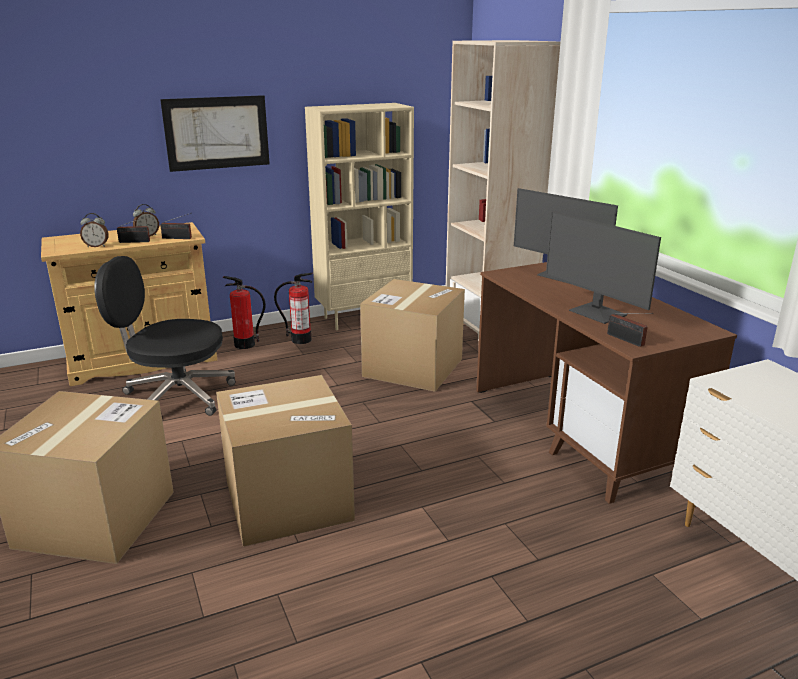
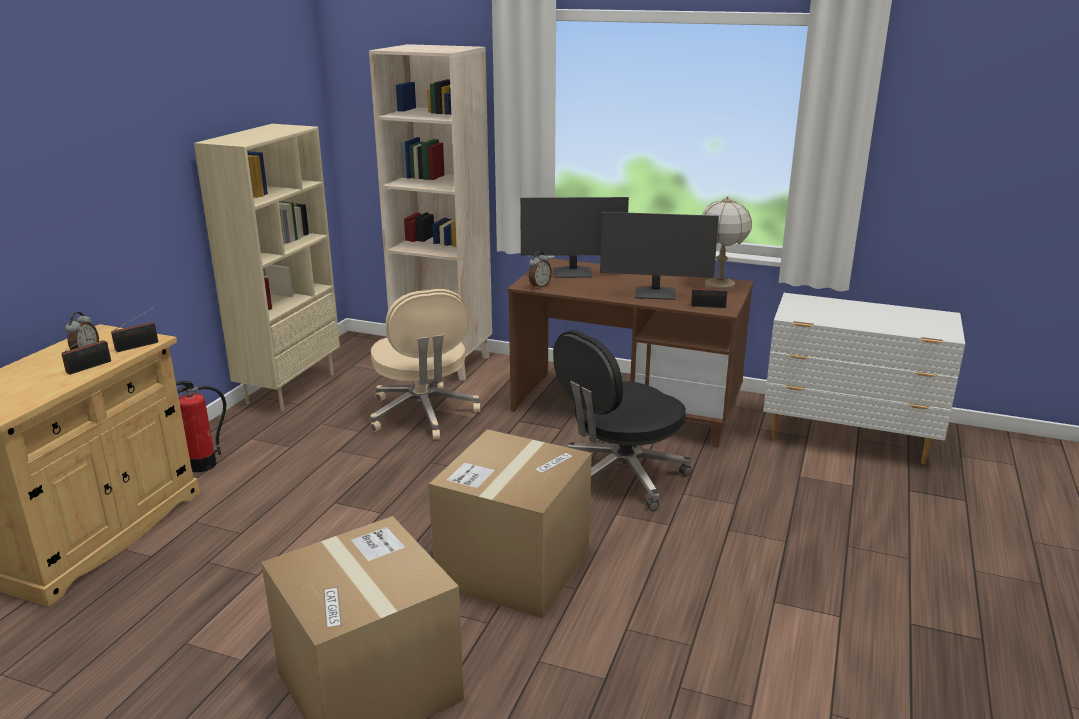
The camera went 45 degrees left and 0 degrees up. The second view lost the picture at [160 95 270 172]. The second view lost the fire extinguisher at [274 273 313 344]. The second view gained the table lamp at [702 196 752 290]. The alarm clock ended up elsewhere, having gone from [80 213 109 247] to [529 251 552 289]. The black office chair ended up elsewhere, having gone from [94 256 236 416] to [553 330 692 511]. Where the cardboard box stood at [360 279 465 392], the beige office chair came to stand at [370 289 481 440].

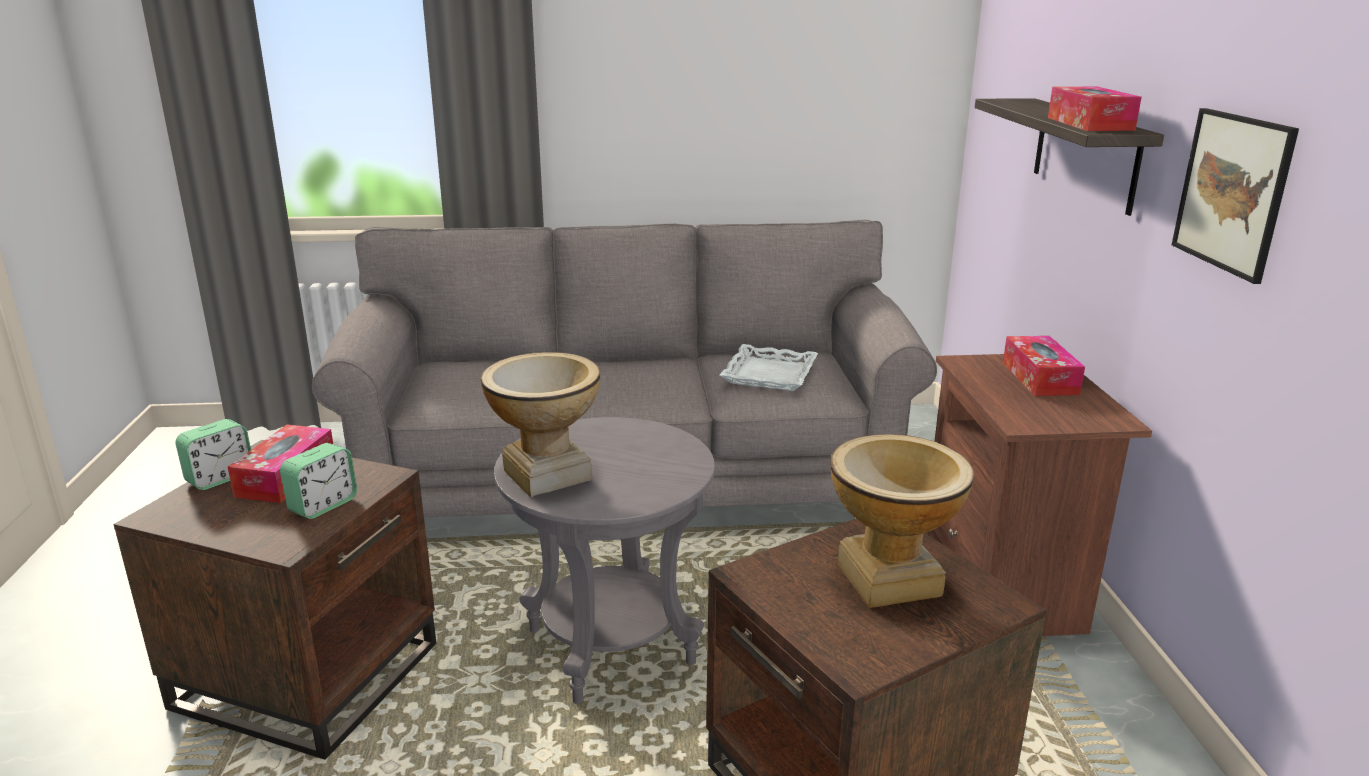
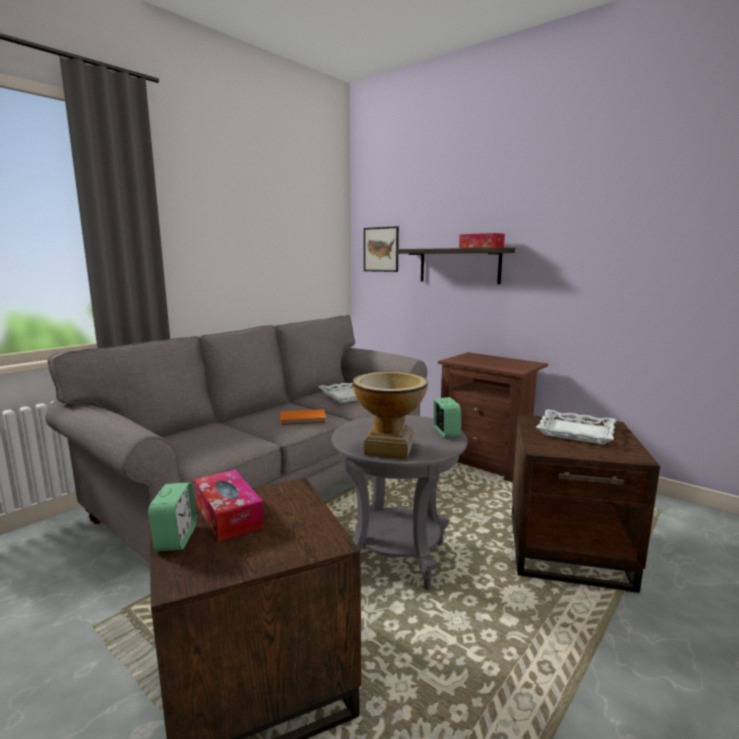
The camera went 45 degrees left and 10 degrees down. The second view lost the tissue box at [1003 336 1085 396]. The second view gained the orange book at [280 409 326 425]. The alarm clock ended up elsewhere, having gone from [280 443 357 519] to [434 397 461 438]. The picture ended up elsewhere, having gone from [1172 108 1299 284] to [364 226 399 272]. Where the vase stood at [830 434 974 608], the white tray came to stand at [536 409 616 445].

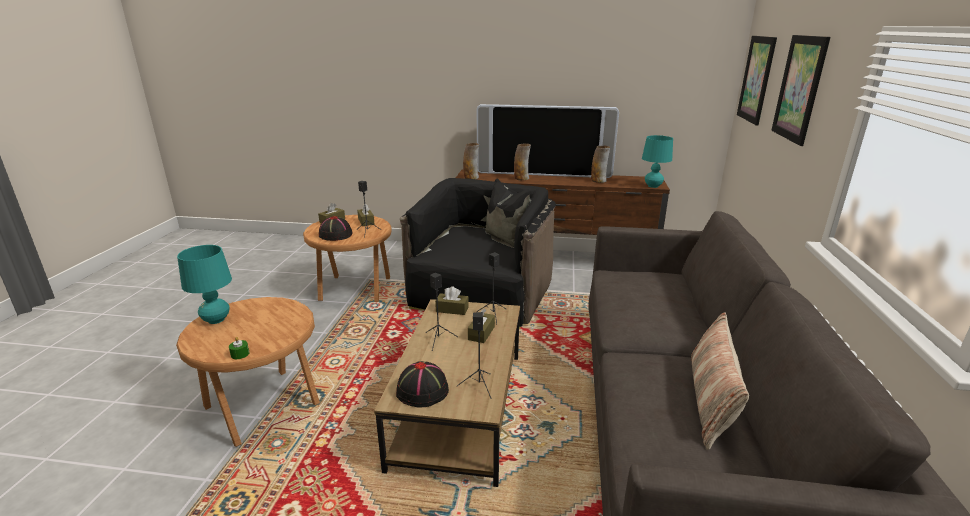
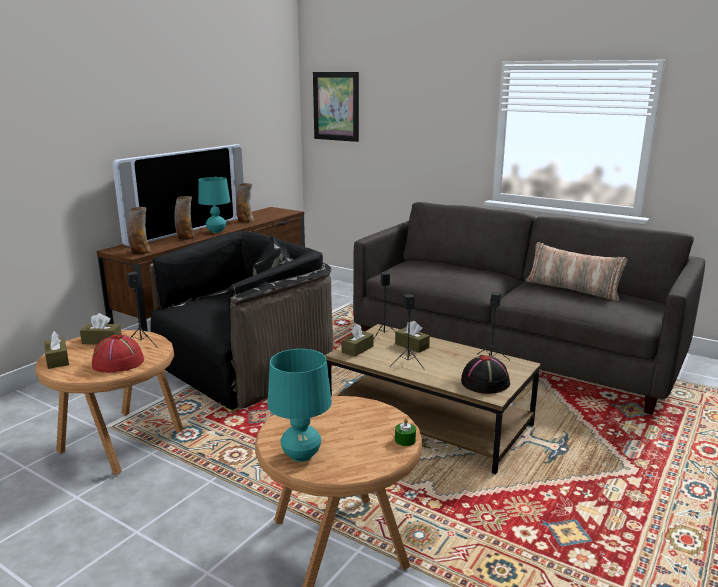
The camera went 65 degrees left and 5 degrees down. The second view lost the picture at [771 35 830 146]. The turquoise table lamp ended up elsewhere, having gone from [642 135 673 188] to [198 177 230 233]. What was the black hat at [319 216 352 241] turned into the red hat at [92 335 144 373]. The black armchair at [400 178 556 329] ended up facing another way, 90 degrees clockwise from before.

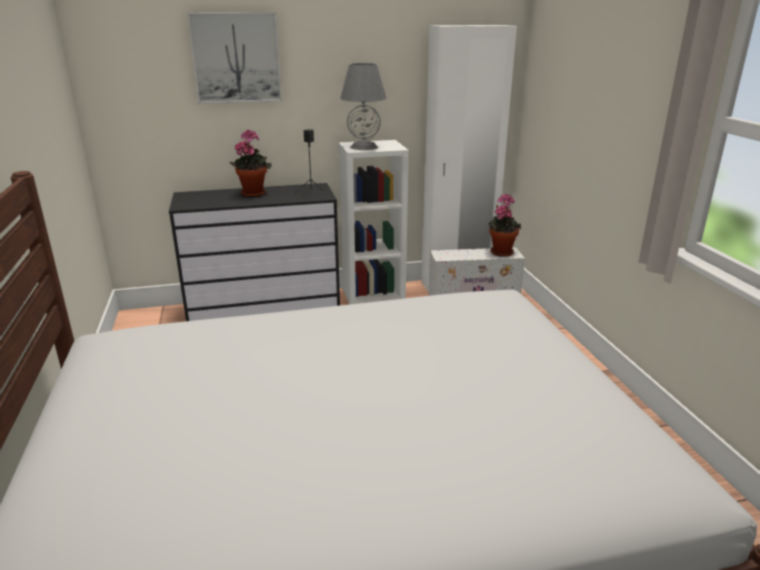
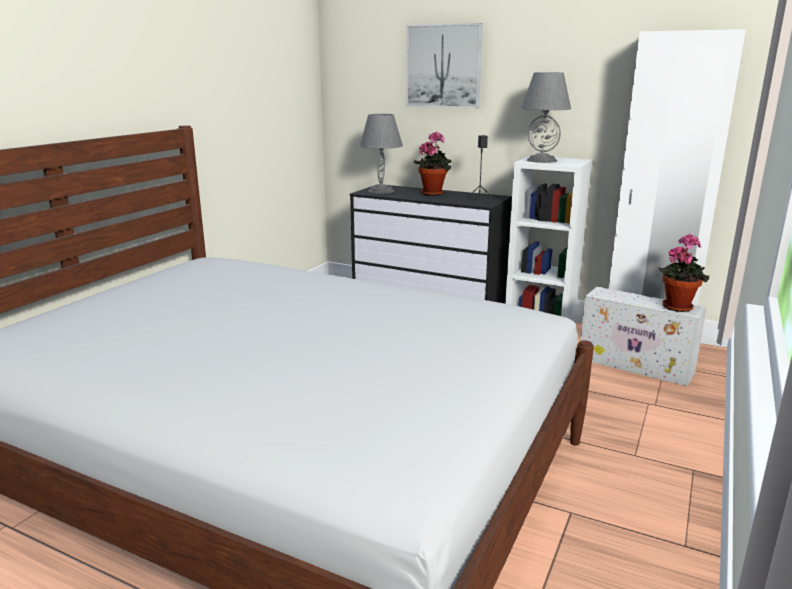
The camera went 40 degrees right and 5 degrees down. The second view gained the grey table lamp at [360 114 403 194].

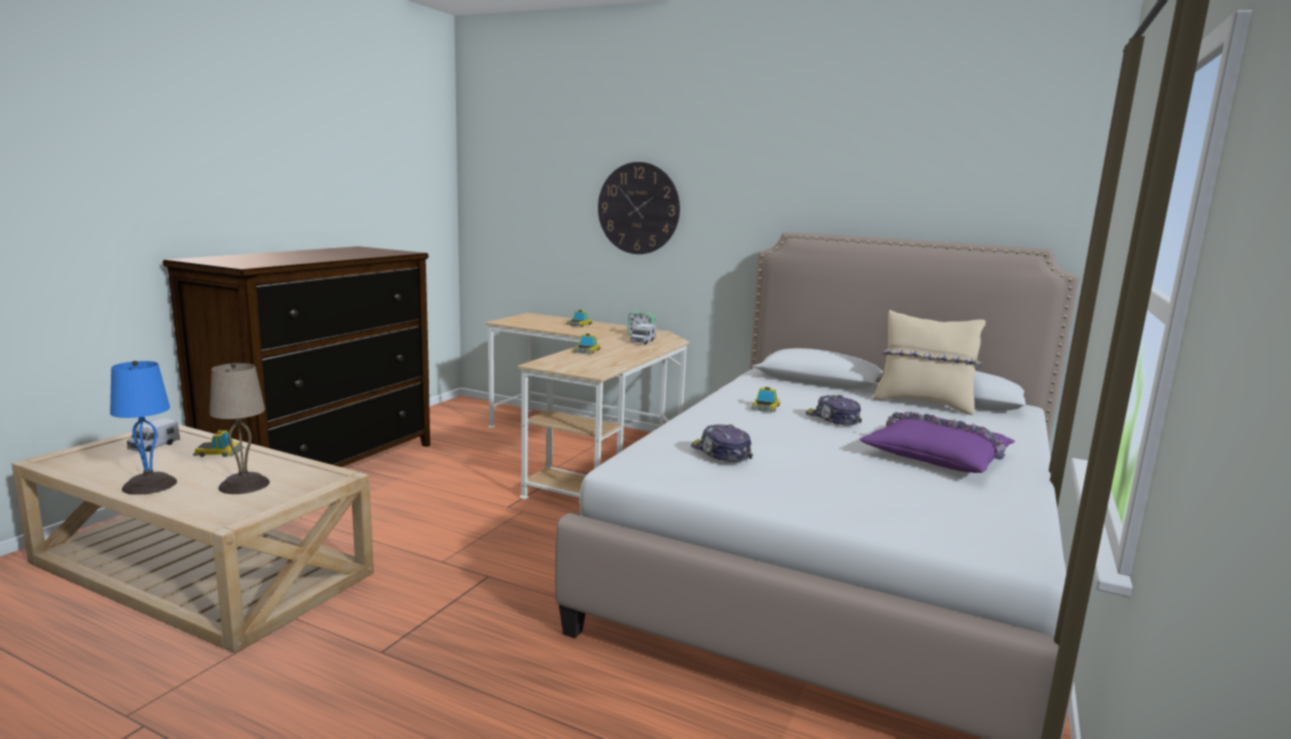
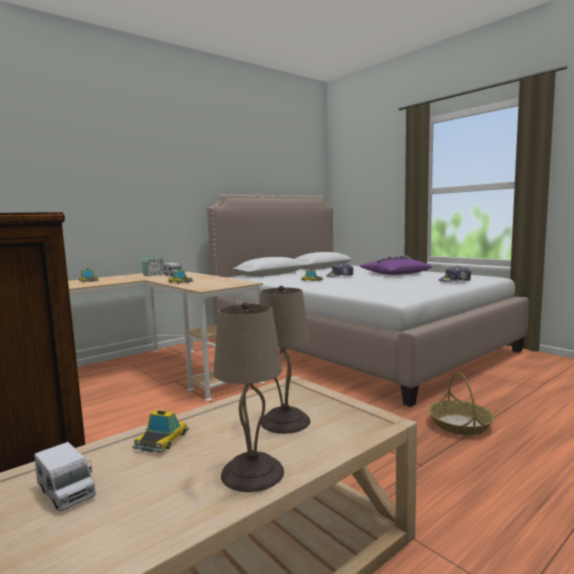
The camera went 65 degrees left and 5 degrees down. The second view lost the wall clock at [598 162 680 254]. The second view lost the beige pillow at [873 310 986 415]. The second view gained the basket at [428 372 495 435]. The cap ended up elsewhere, having gone from [691 424 753 462] to [439 266 471 282]. What was the blue table lamp at [110 361 177 495] turned into the beige table lamp at [213 302 284 492].

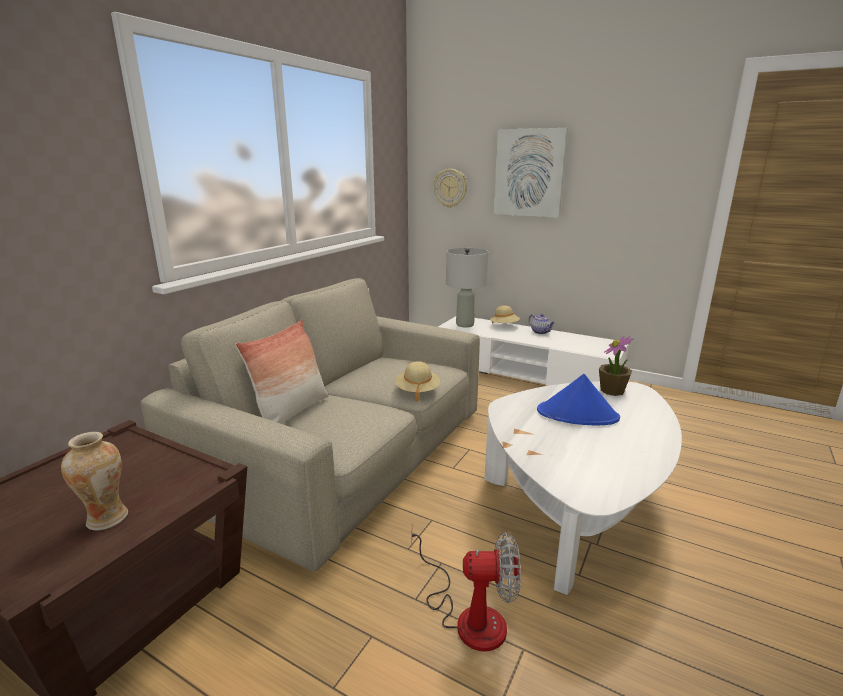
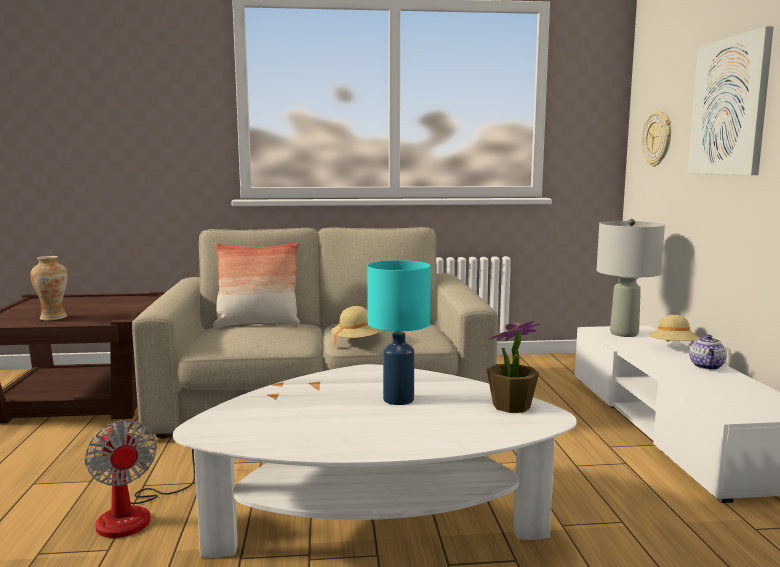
The camera went 55 degrees right and 10 degrees down. Where the blue hat stood at [537 374 620 426], the turquoise table lamp came to stand at [367 260 431 405].

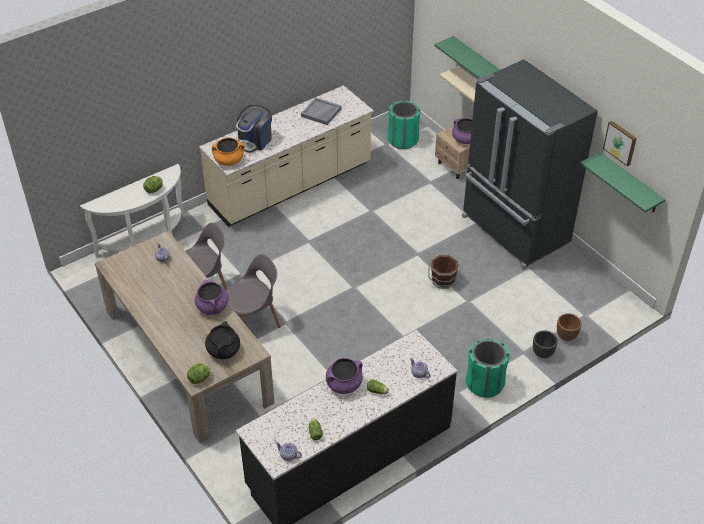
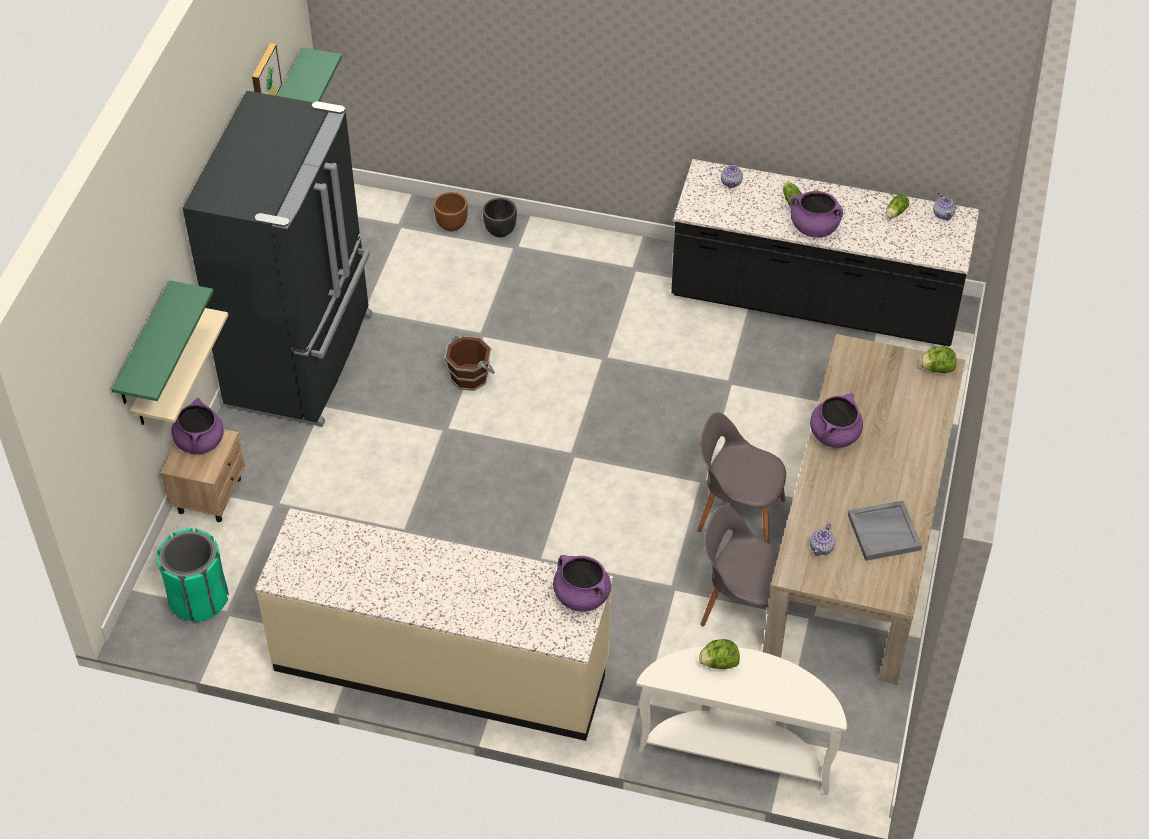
The camera went 130 degrees left and 5 degrees up. The second view lost the black cooking pot at [205 321 240 359]. The second view lost the coffee machine at [236 105 272 153]. The second view lost the green trash can at [466 339 510 398]. The grey tray ended up elsewhere, having gone from [301 97 341 125] to [848 501 922 561]. What was the orange cooking pot at [212 138 245 166] turned into the purple cooking pot at [553 555 611 612].

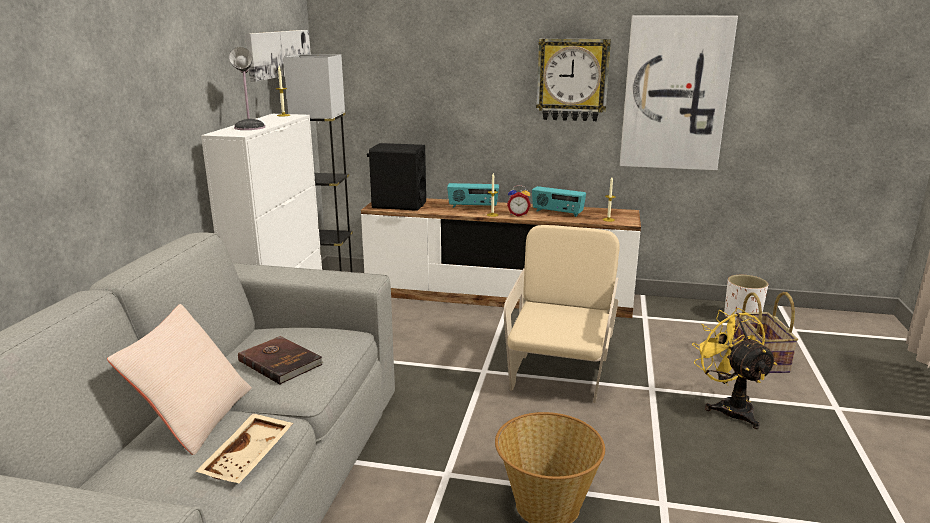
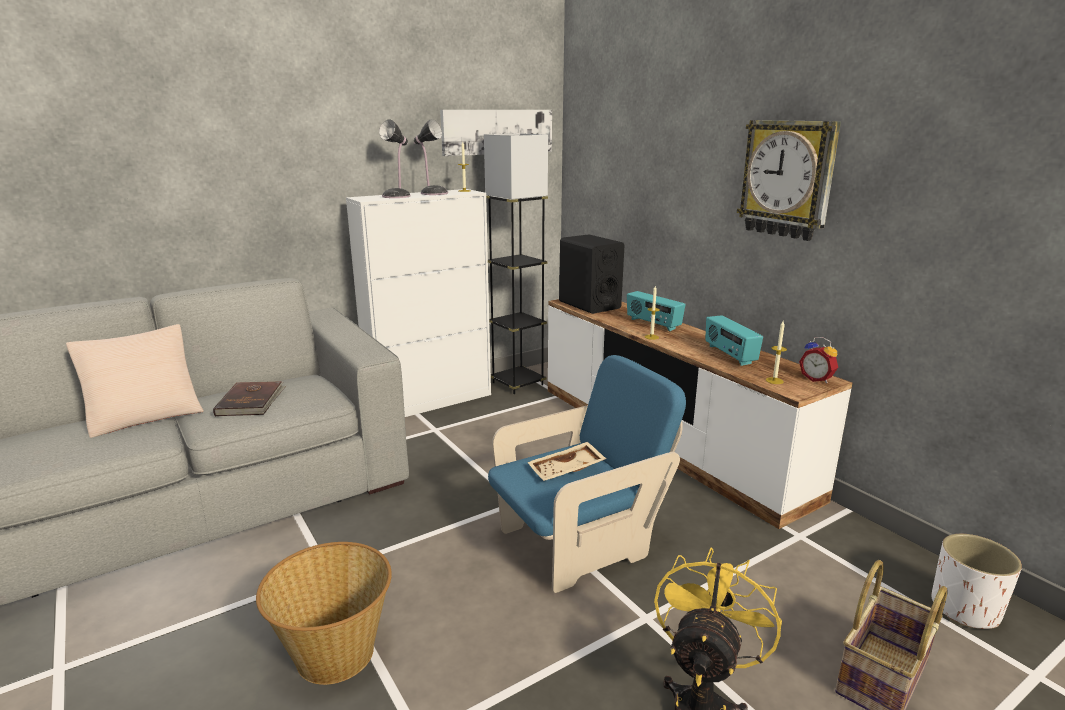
The camera went 45 degrees right and 0 degrees up. The second view lost the picture at [620 15 738 170]. The second view gained the table lamp at [414 119 448 195]. The beige tray ended up elsewhere, having gone from [196 414 293 483] to [527 442 606 481]. The alarm clock ended up elsewhere, having gone from [507 185 531 217] to [799 337 838 383]. What was the beige armchair at [504 225 620 403] turned into the blue armchair at [488 355 686 593].

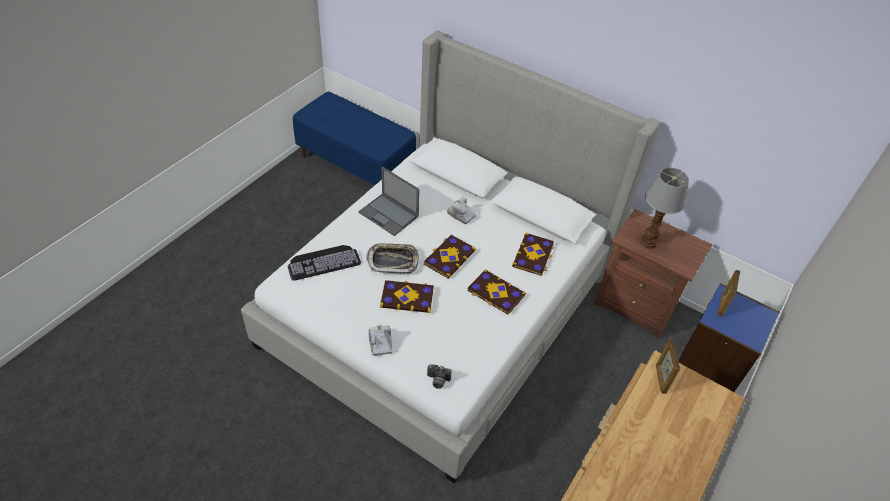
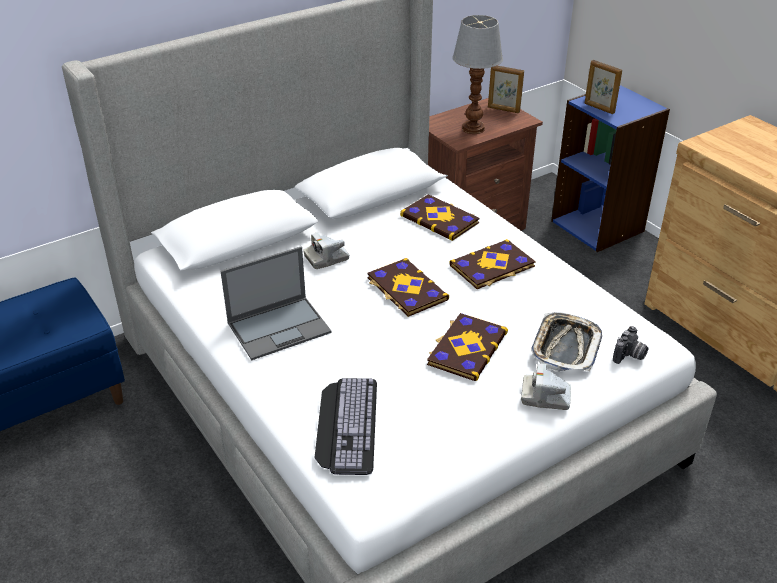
The camera went 65 degrees left and 10 degrees down. The tray ended up elsewhere, having gone from [366 243 419 274] to [531 312 602 371]. The picture frame ended up elsewhere, having gone from [656 339 680 394] to [488 66 524 113].

